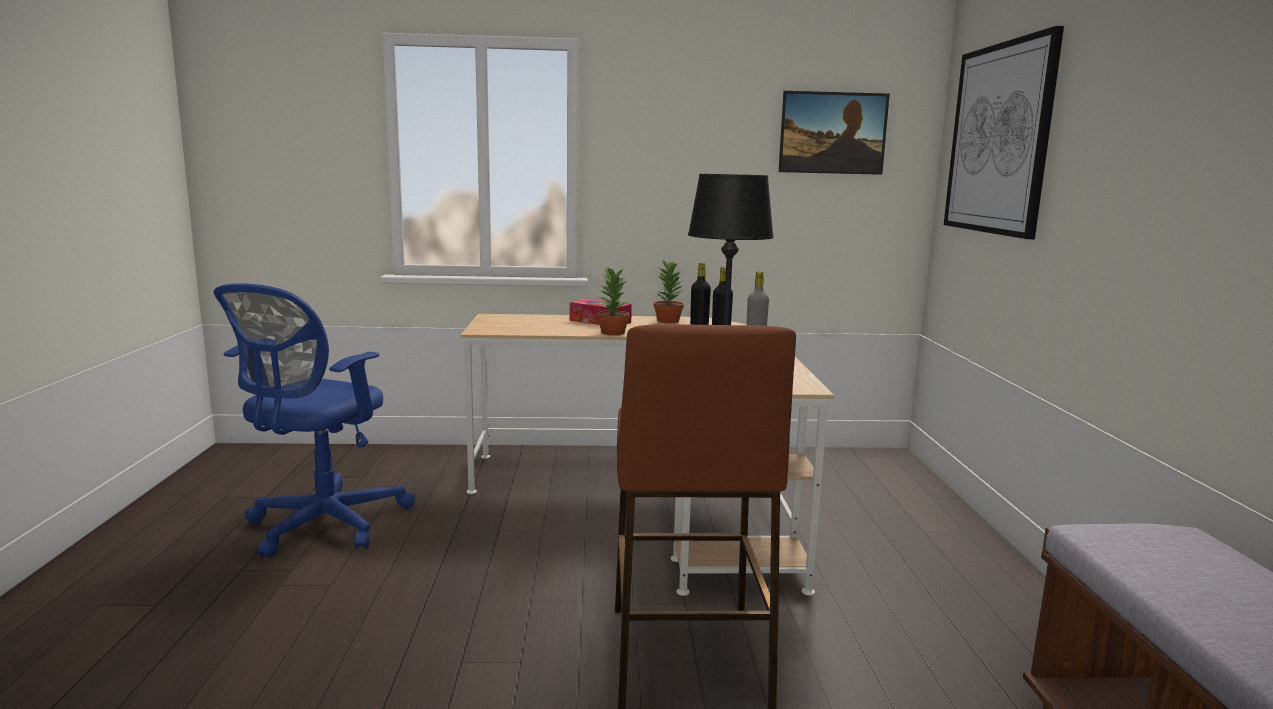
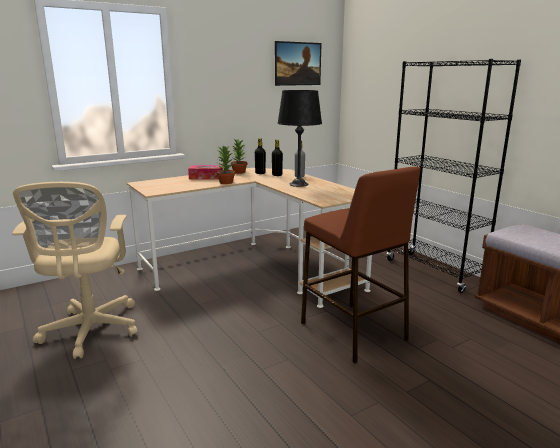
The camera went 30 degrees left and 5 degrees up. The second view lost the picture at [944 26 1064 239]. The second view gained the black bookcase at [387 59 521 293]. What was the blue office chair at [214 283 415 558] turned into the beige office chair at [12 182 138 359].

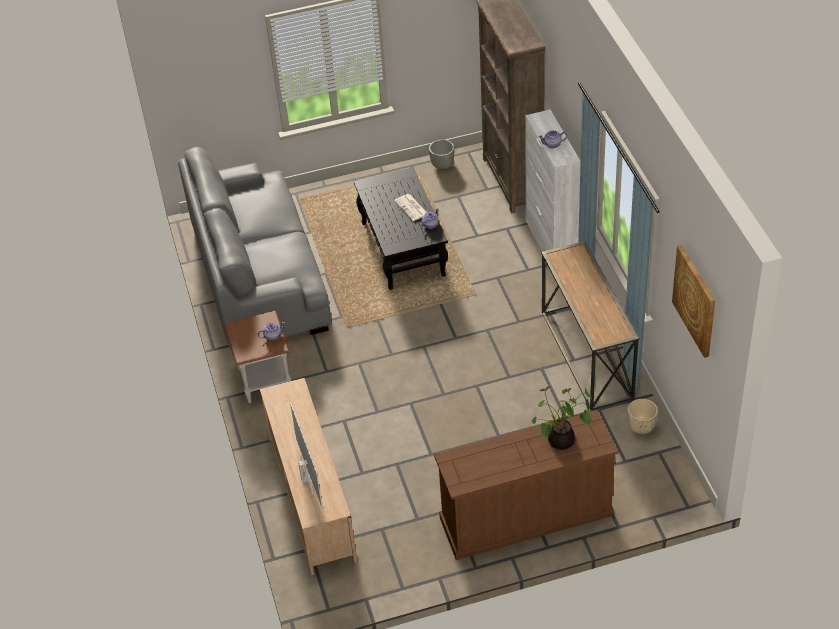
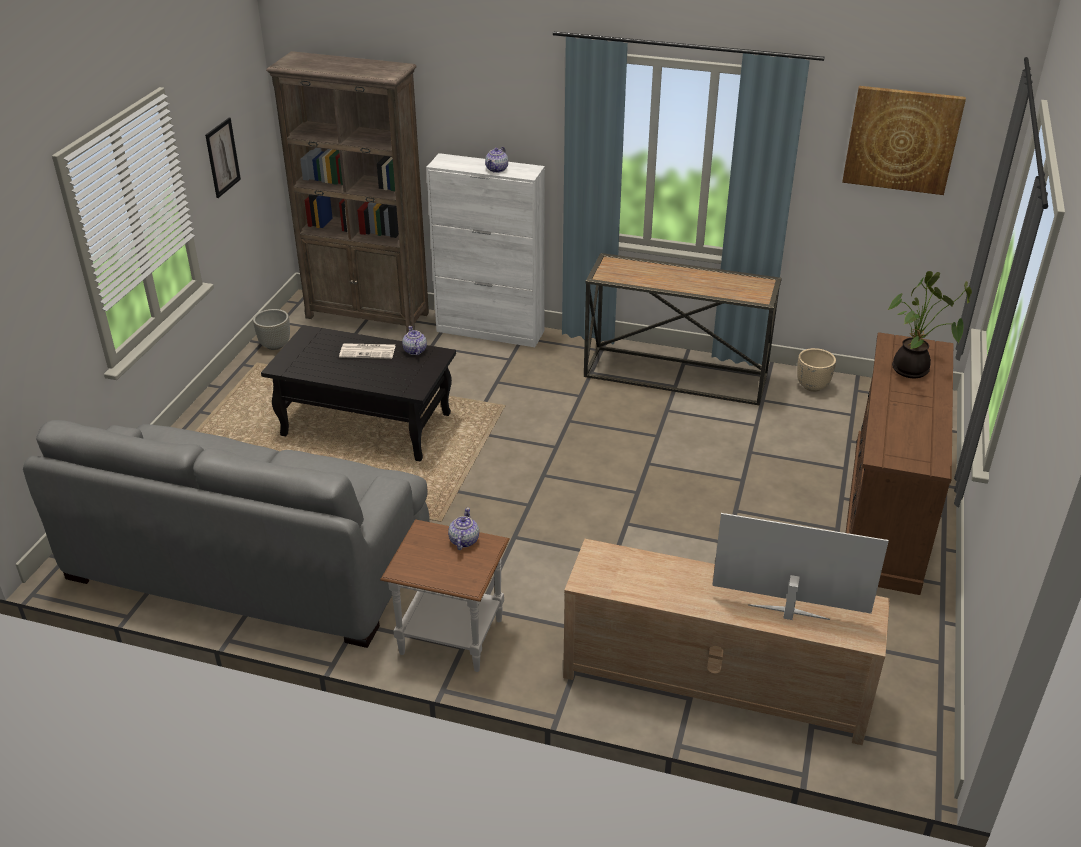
The camera went 60 degrees left and 10 degrees down. The second view gained the picture at [205 118 241 198].

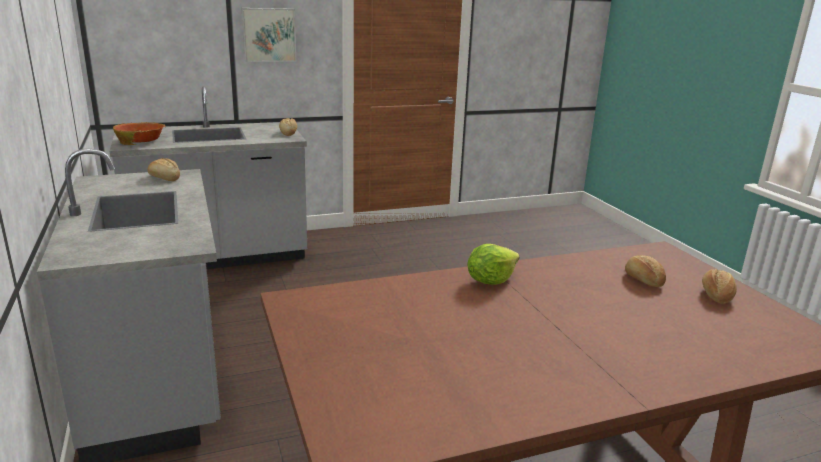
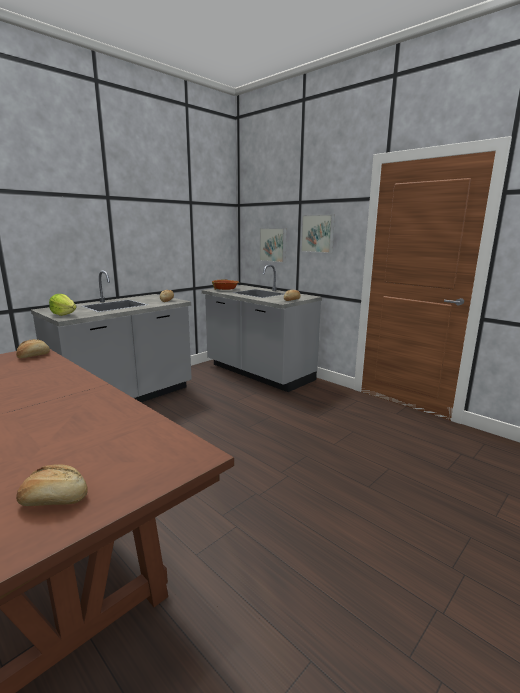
The camera went 65 degrees right and 5 degrees down. The second view gained the picture at [259 228 287 263]. The lettuce ended up elsewhere, having gone from [467 244 520 285] to [49 294 76 316]. The bread ended up elsewhere, having gone from [625 255 666 287] to [16 339 50 358].

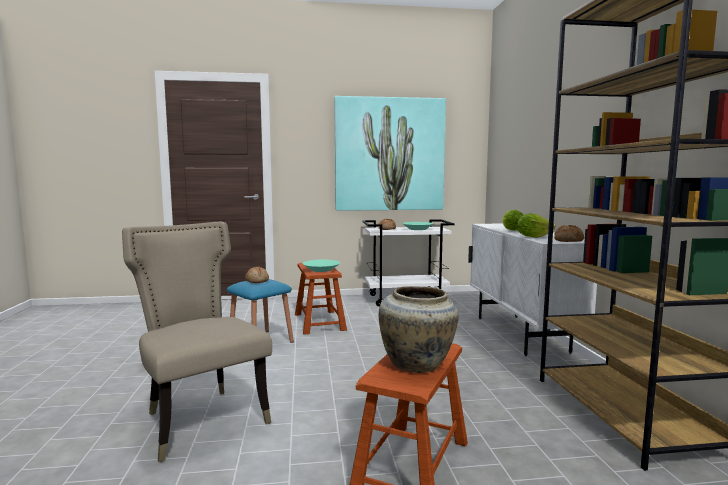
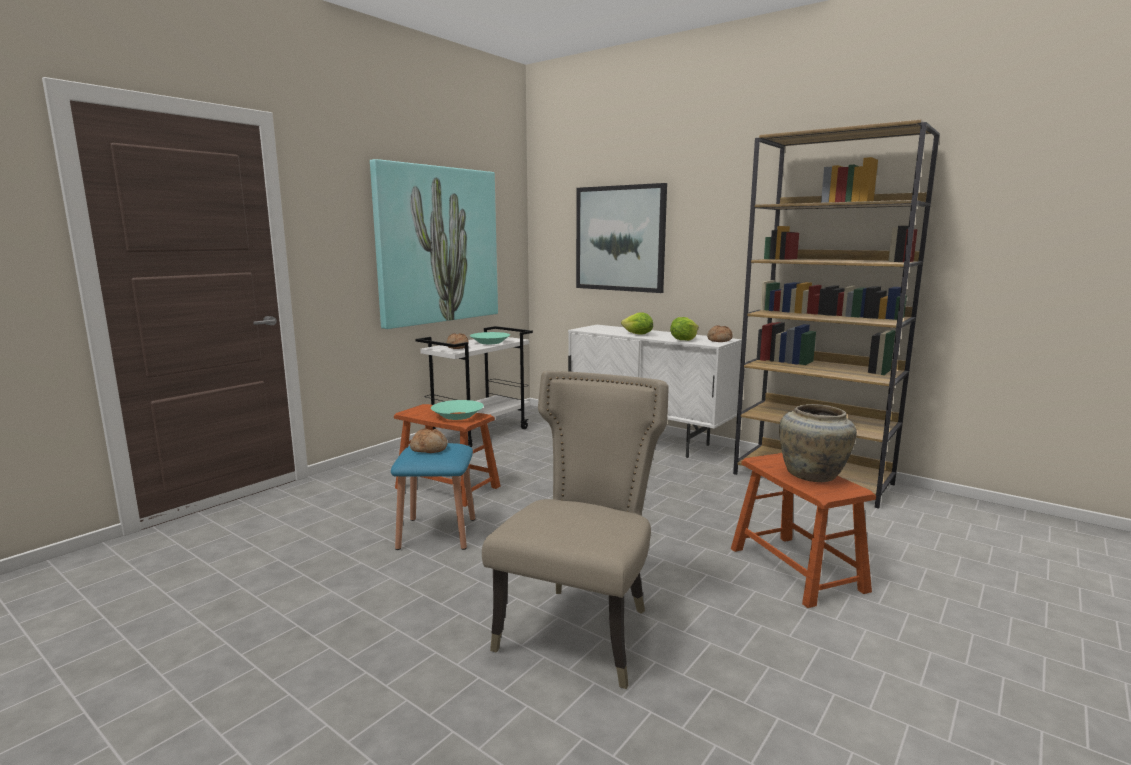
The camera went 45 degrees left and 5 degrees up. The second view gained the picture at [576 183 667 293]. The beige chair at [122 222 272 462] ended up facing another way, 105 degrees clockwise from before.

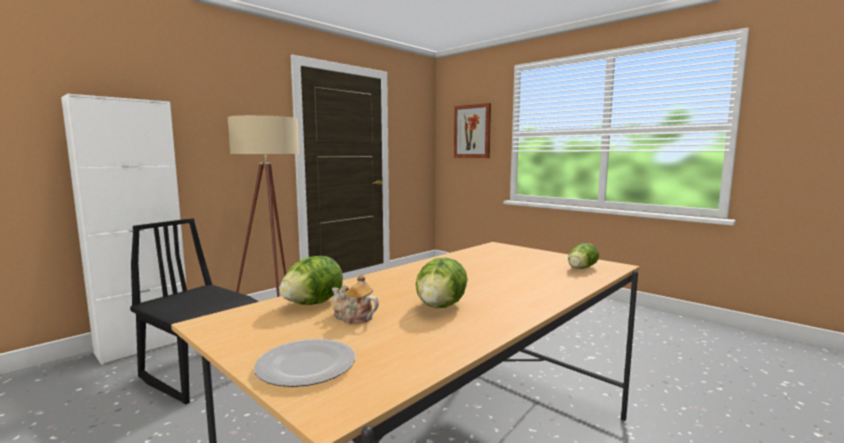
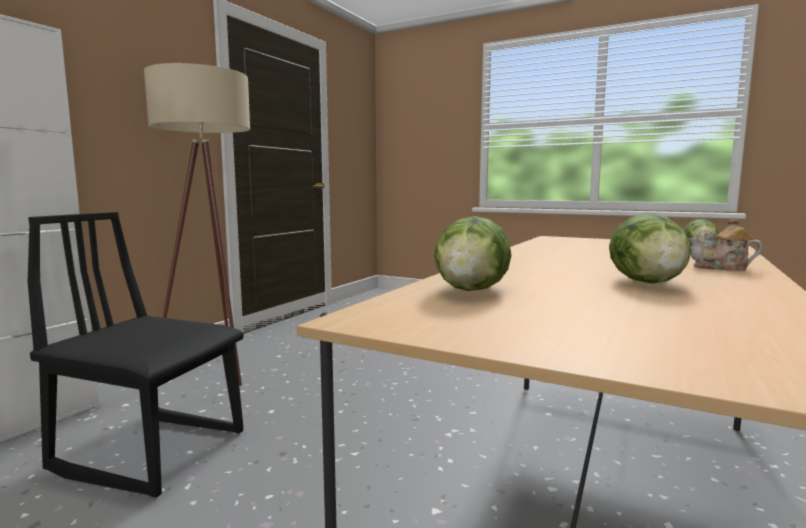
The camera went 15 degrees left and 0 degrees up. The second view lost the plate at [254 339 355 387]. The second view lost the picture at [454 103 491 158]. The teapot ended up elsewhere, having gone from [332 274 379 324] to [689 217 763 271].

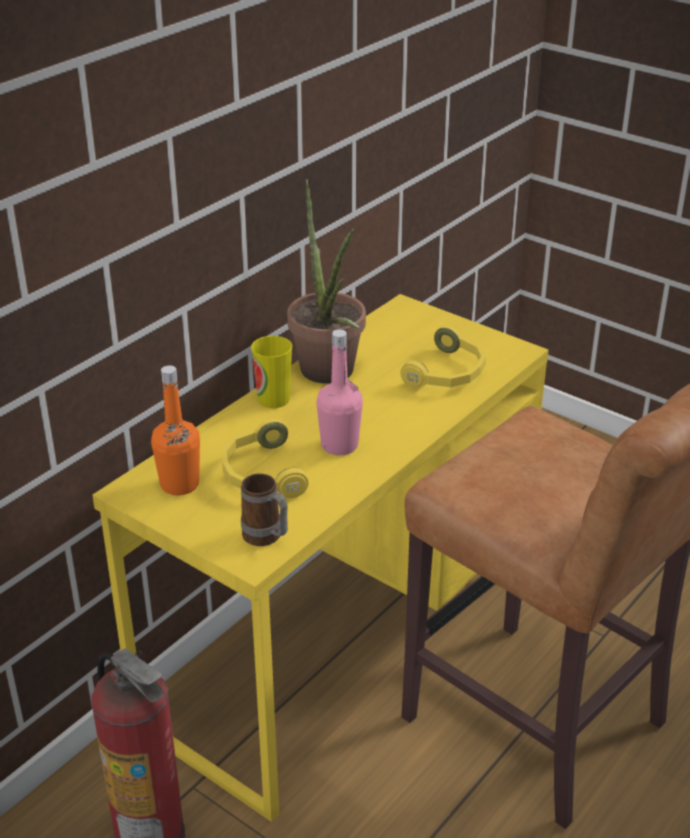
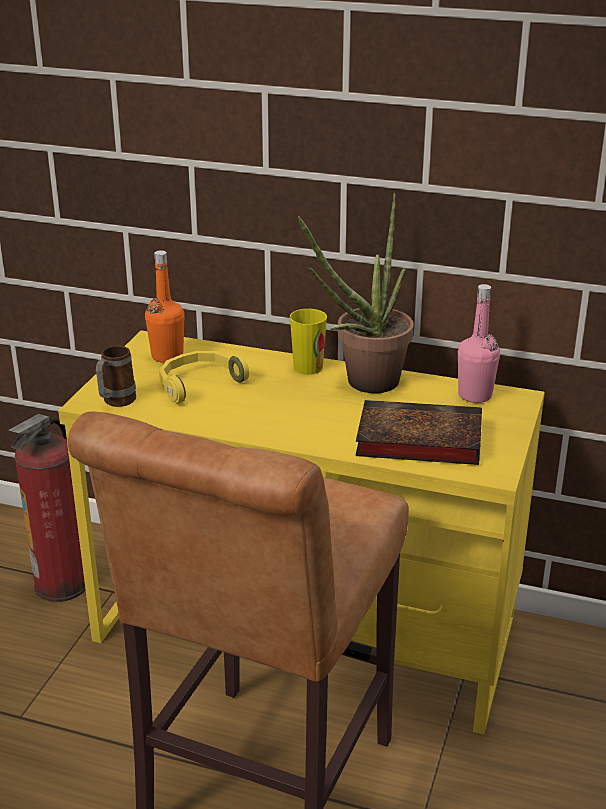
The camera went 70 degrees right and 5 degrees down. The pink bottle ended up elsewhere, having gone from [316 329 363 455] to [458 284 500 403]. Where the yellow headphones stood at [400 326 486 389], the book came to stand at [356 400 482 465].

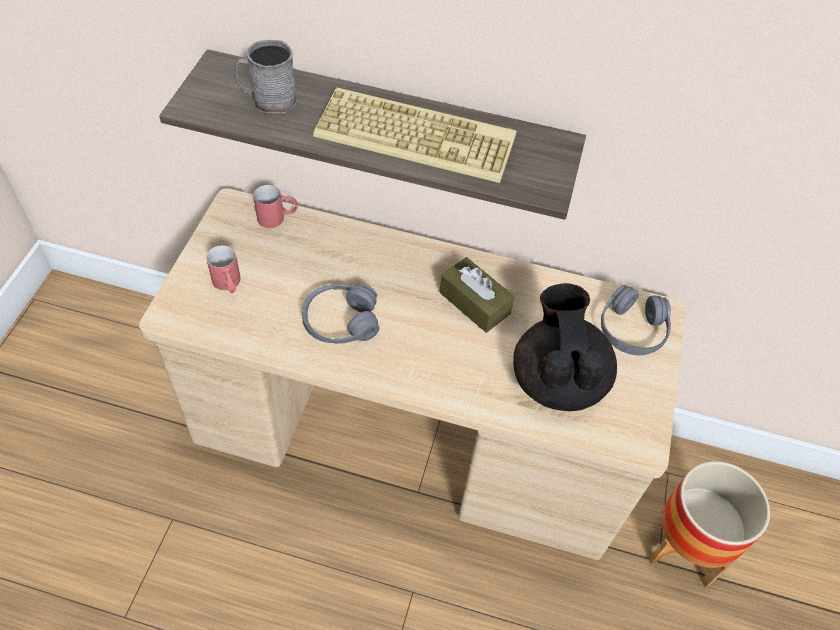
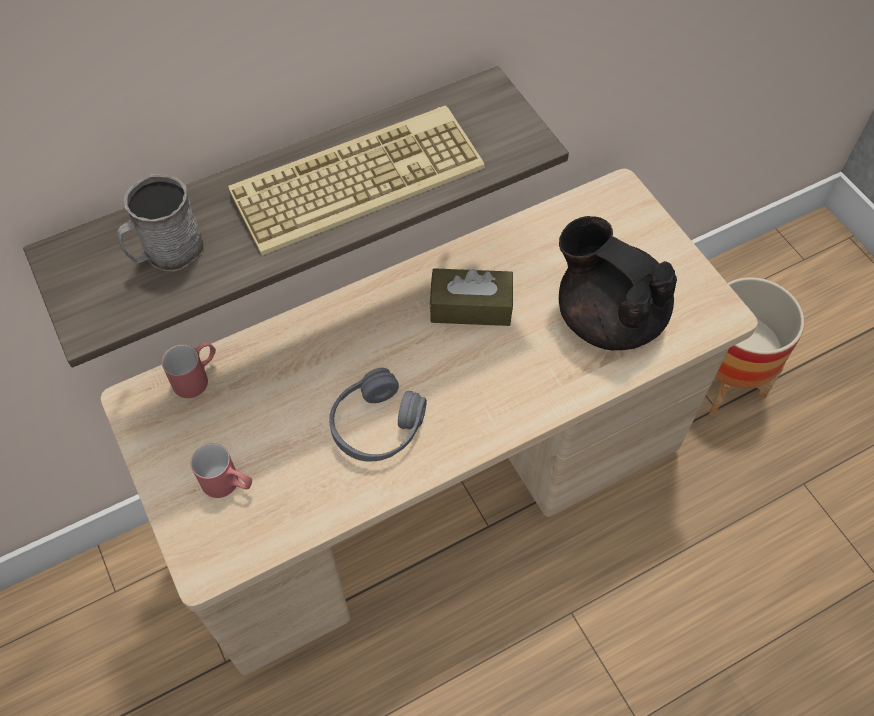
The camera went 40 degrees left and 5 degrees up. The second view lost the grey headphones at [601 285 671 355].

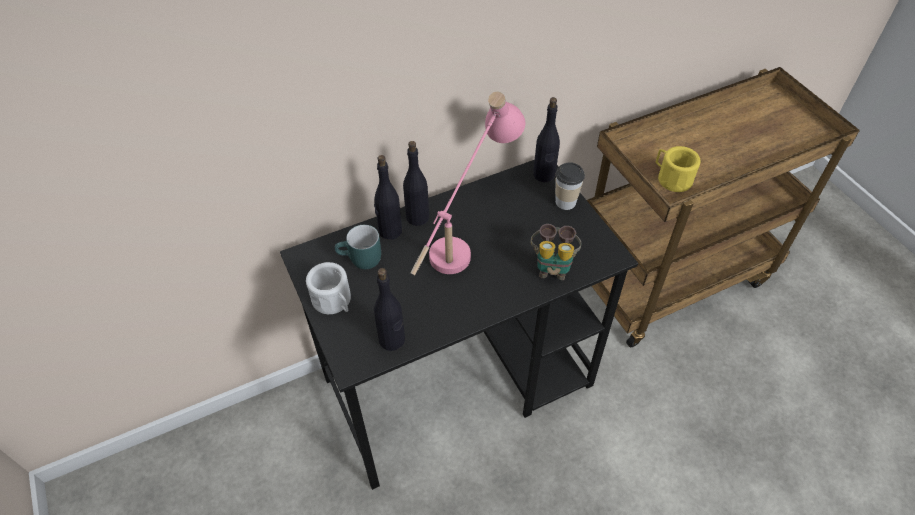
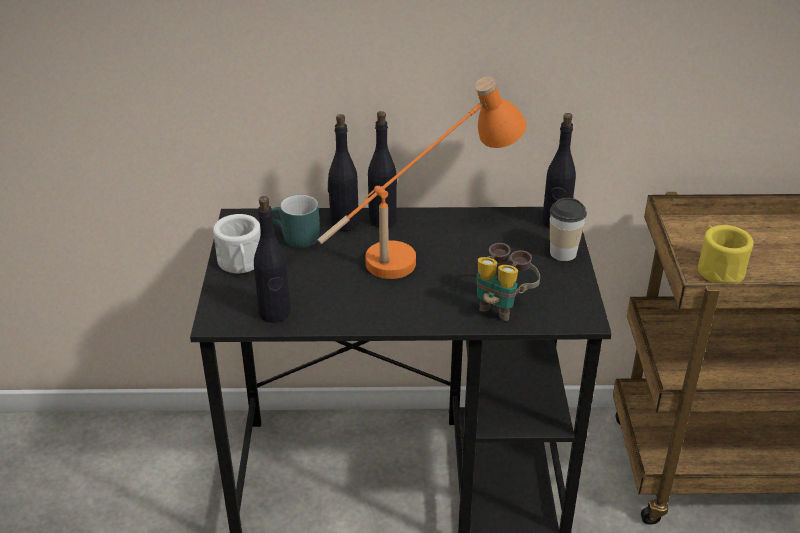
The camera went 25 degrees right and 15 degrees down. What was the pink table lamp at [410 92 525 276] turned into the orange table lamp at [317 77 526 279].

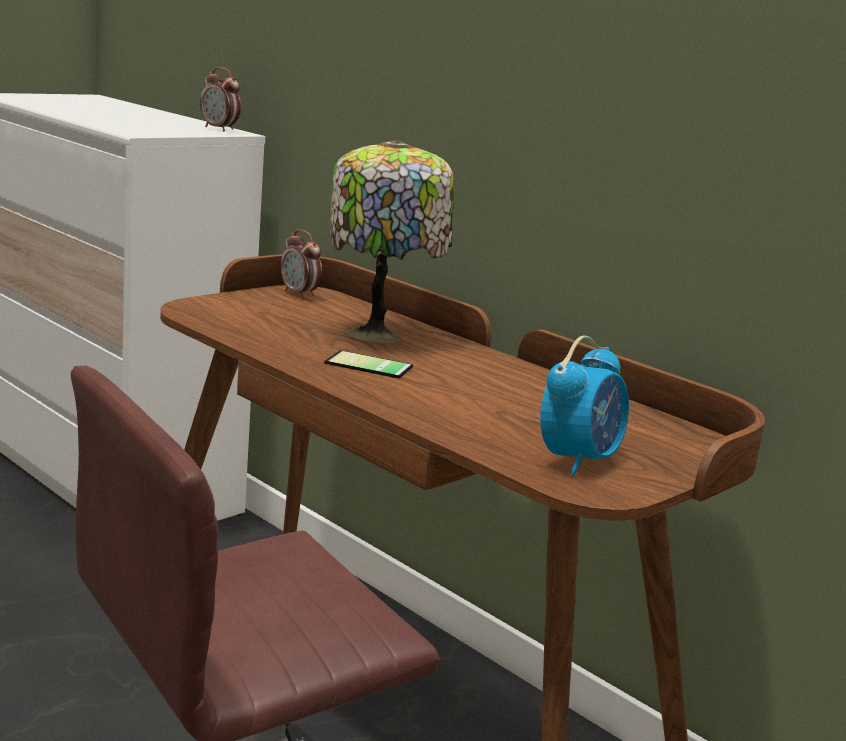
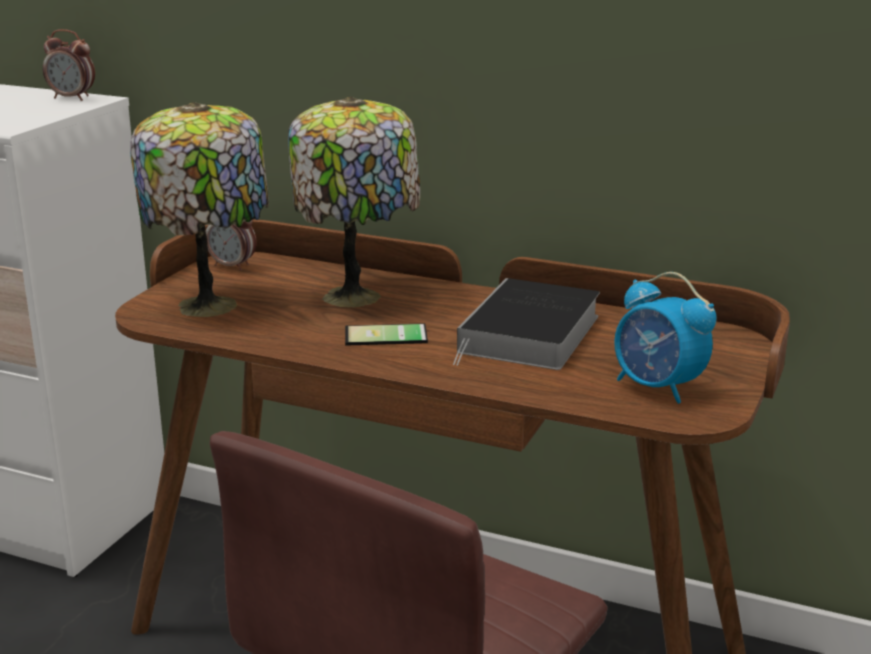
The camera went 20 degrees left and 5 degrees up. The second view gained the table lamp at [130 102 269 317]. The second view gained the book at [453 278 600 370]. The alarm clock at [540 336 629 476] ended up facing another way, 120 degrees clockwise from before.

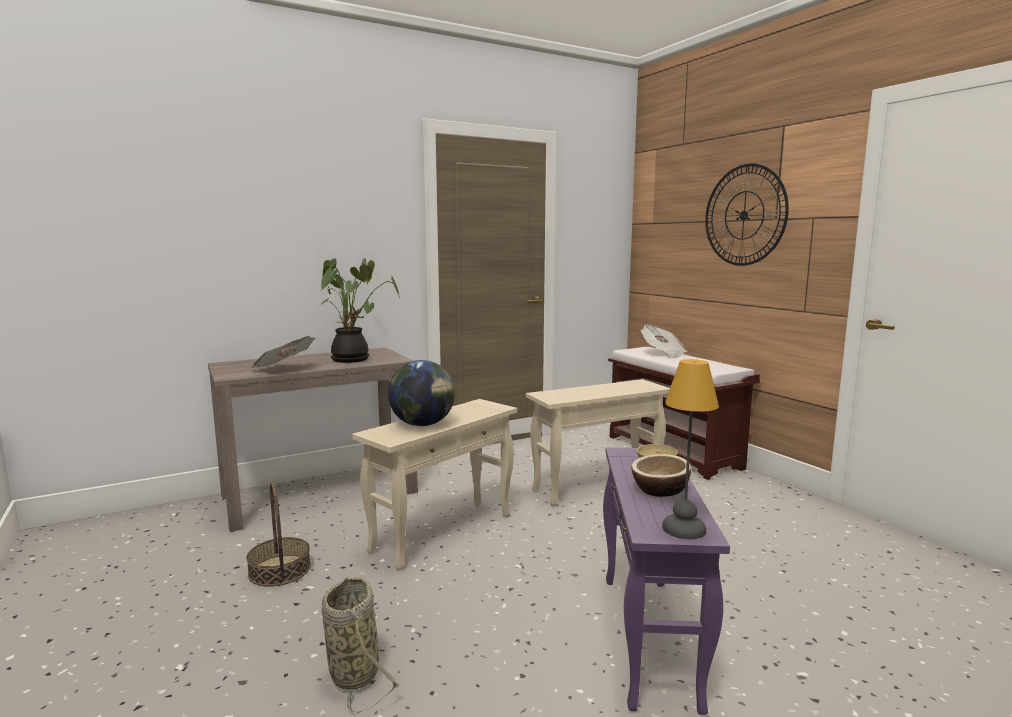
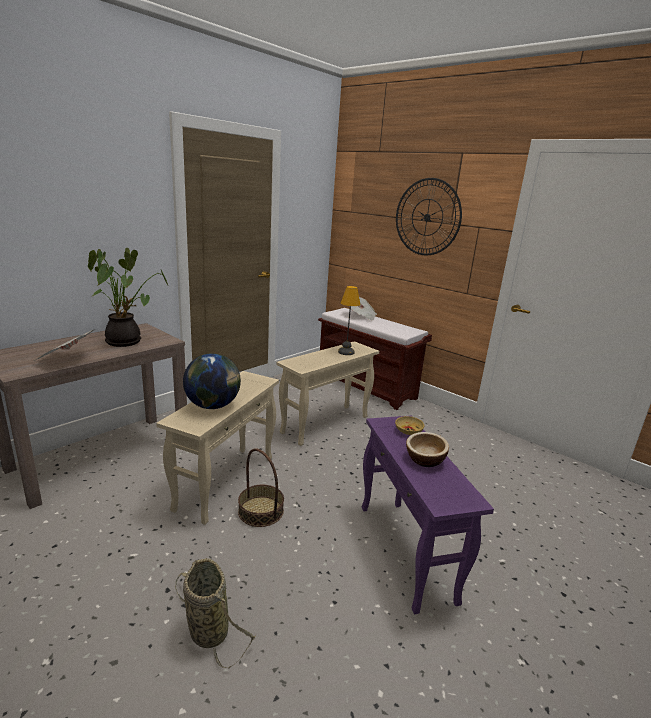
The camera went 20 degrees left and 10 degrees up. The basket ended up elsewhere, having gone from [246 482 311 587] to [238 448 284 527]. The table lamp ended up elsewhere, having gone from [662 359 719 539] to [338 286 361 355].

